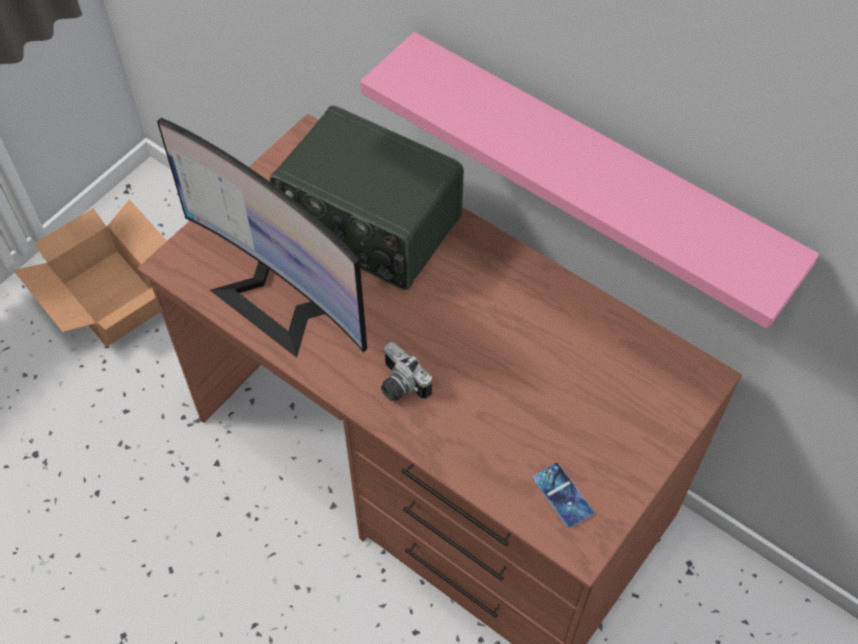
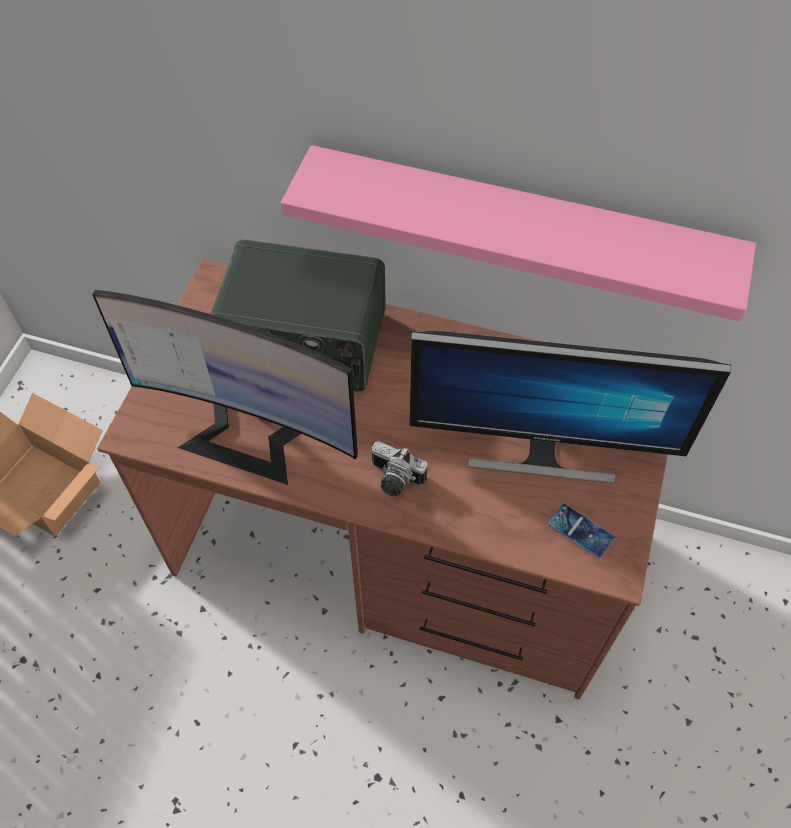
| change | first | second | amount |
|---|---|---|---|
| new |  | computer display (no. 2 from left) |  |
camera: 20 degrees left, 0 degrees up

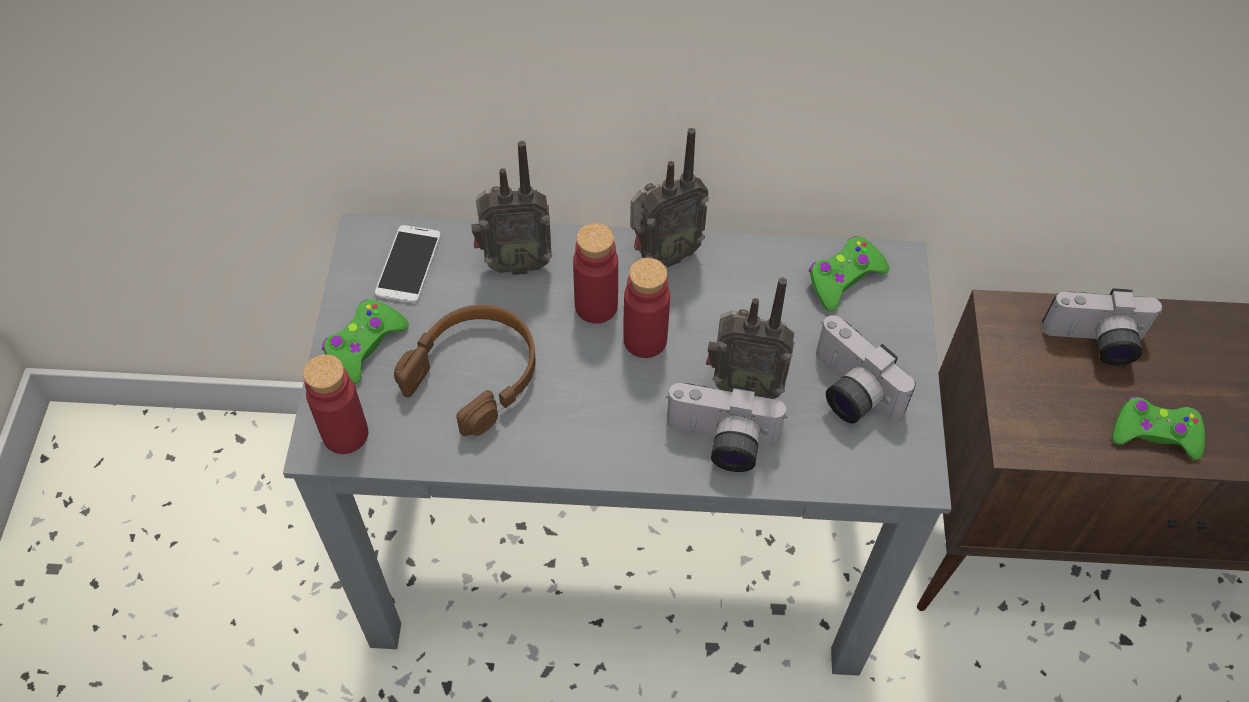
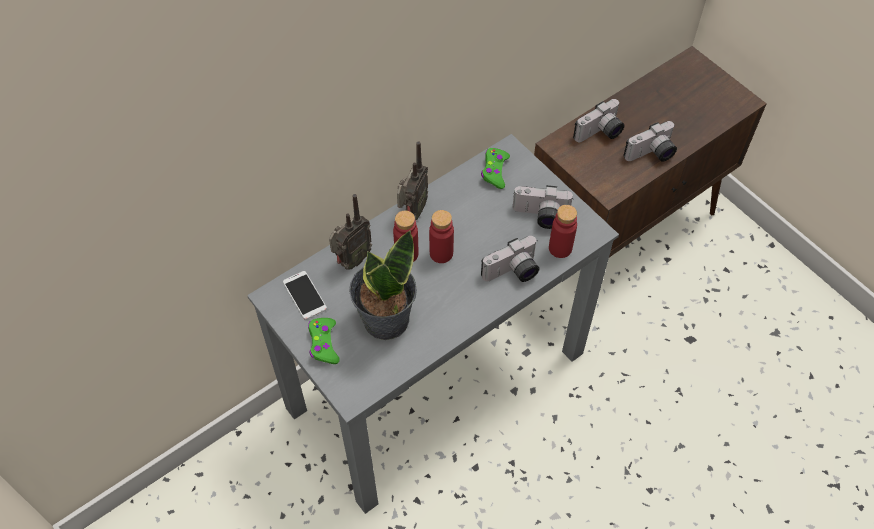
| change | first | second | amount |
|---|---|---|---|
| swapped | headphones/brownish | plant in a pot |  |
| shifted | drink bottle/red (no. 1 from left in the first image) | drink bottle/red (no. 3 from left) |  |
| swapped | gamepad/green (no. 3 from left) | photo camera (no. 4 from left) |  |
| gone | radio set (no. 3 from left) |  |  |
camera: 40 degrees left, 0 degrees up

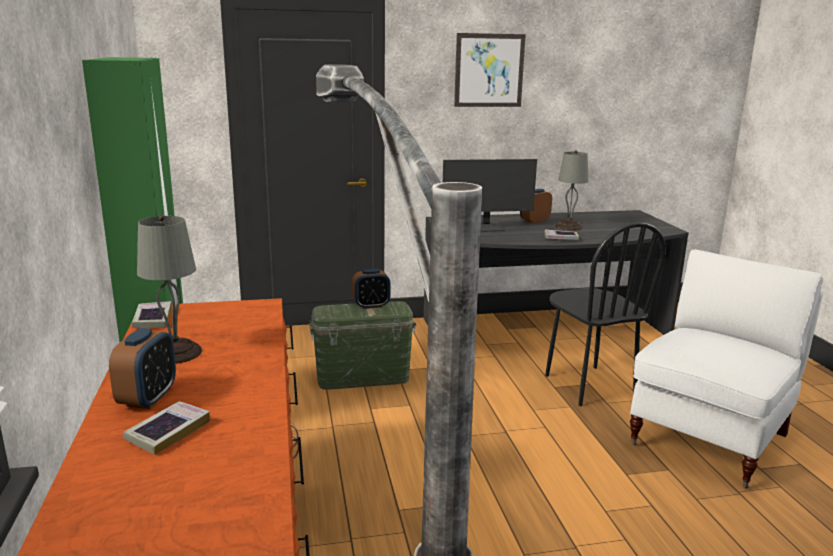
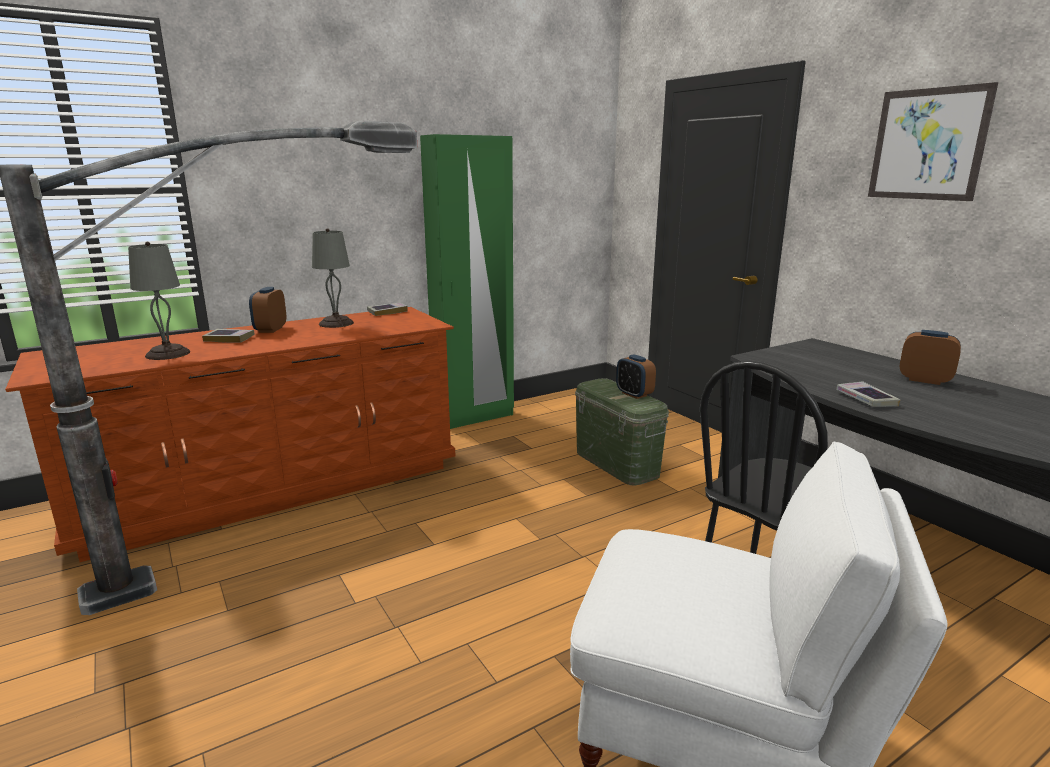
| change | first | second | amount |
|---|---|---|---|
| shifted | table lamp/greyish (no. 2 from left in the first image) | table lamp/greyish (no. 1 from left) |  |
| rotated | table clock (no. 1 from left) |  | 105 degrees clockwise |
| gone | computer display |  |  |
camera: 70 degrees right, 0 degrees up

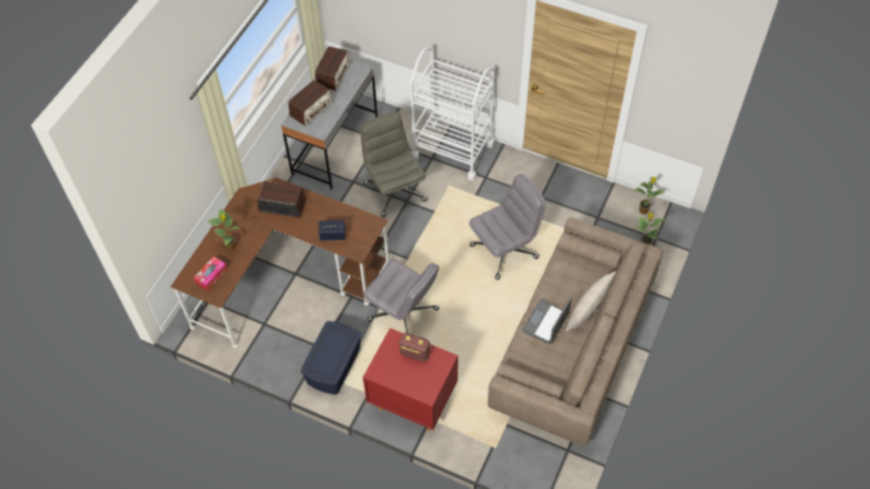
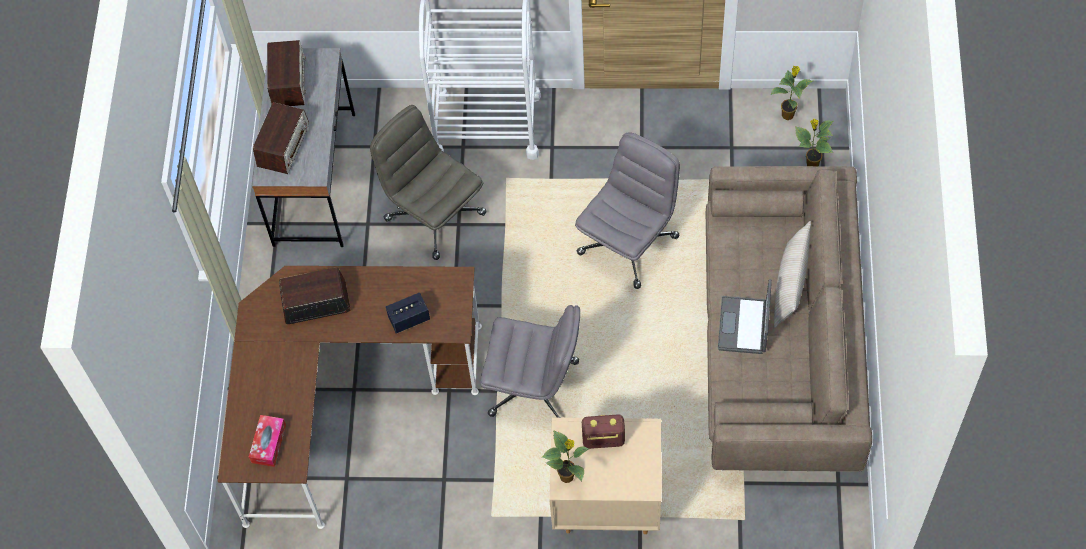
| change | first | second | amount |
|---|---|---|---|
| shifted | plant in a pot (no. 1 from left) |  |  |
| repainted | nightstand/red | nightstand/sand-coloured |  |
| gone | storage bin/blue-coloured |  |  |
camera: 20 degrees left, 5 degrees up

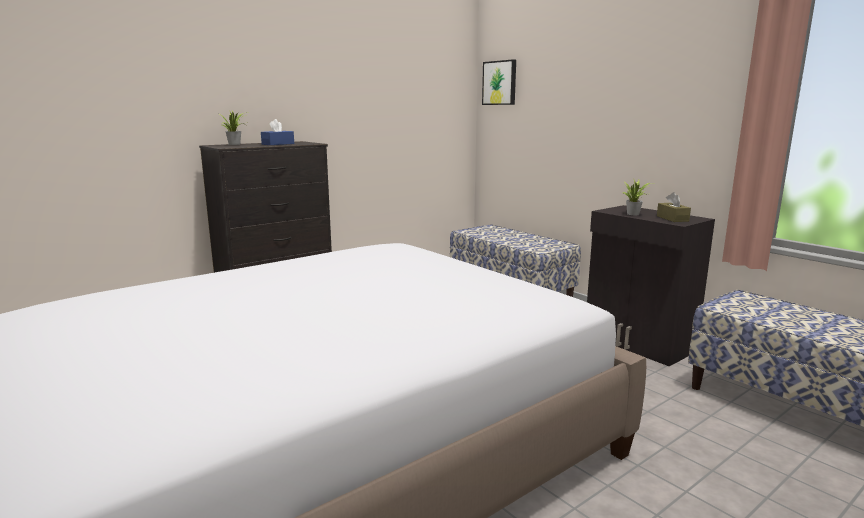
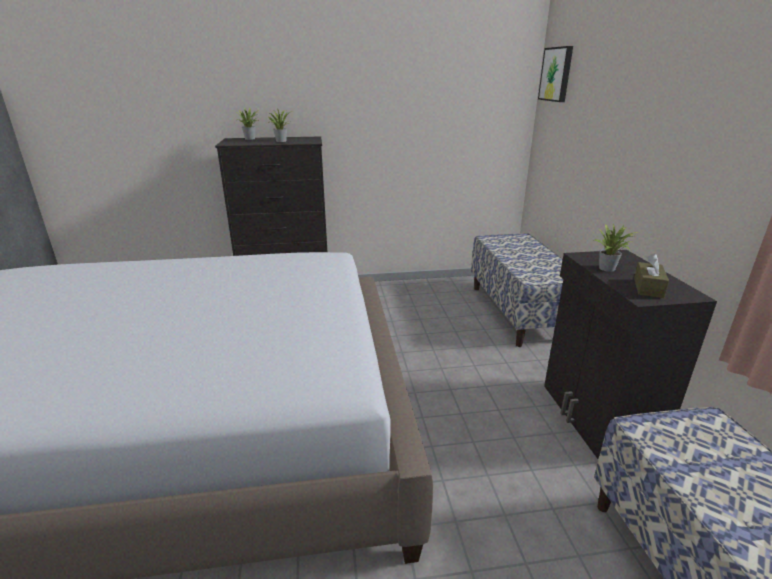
| change | first | second | amount |
|---|---|---|---|
| swapped | tissue holder/blue-coloured | plant in a pot (no. 2 from left) |  |
camera: 30 degrees right, 10 degrees up

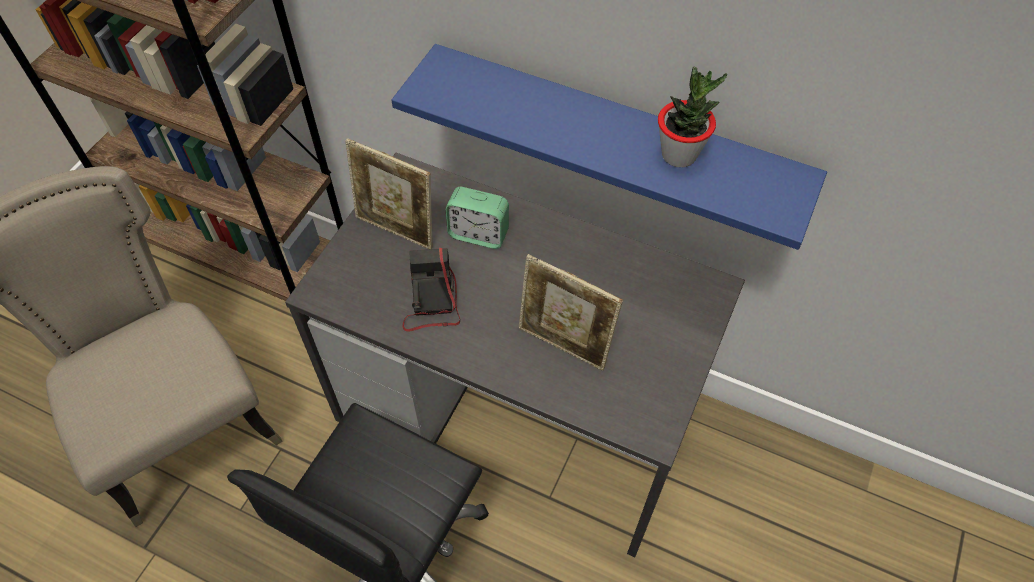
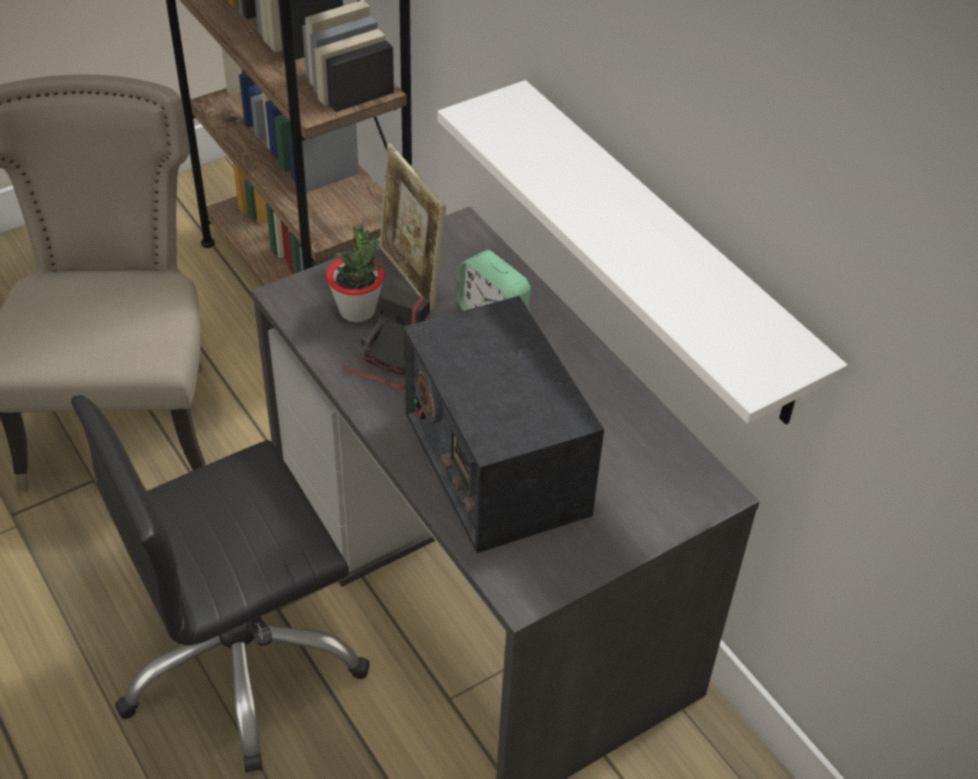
| change | first | second | amount |
|---|---|---|---|
| shifted | plant in a pot |  |  |
| swapped | picture frame (no. 2 from left) | radio set |  |
| repainted | shelf/blue-coloured | shelf/white-coloured |  |
camera: 30 degrees right, 10 degrees down

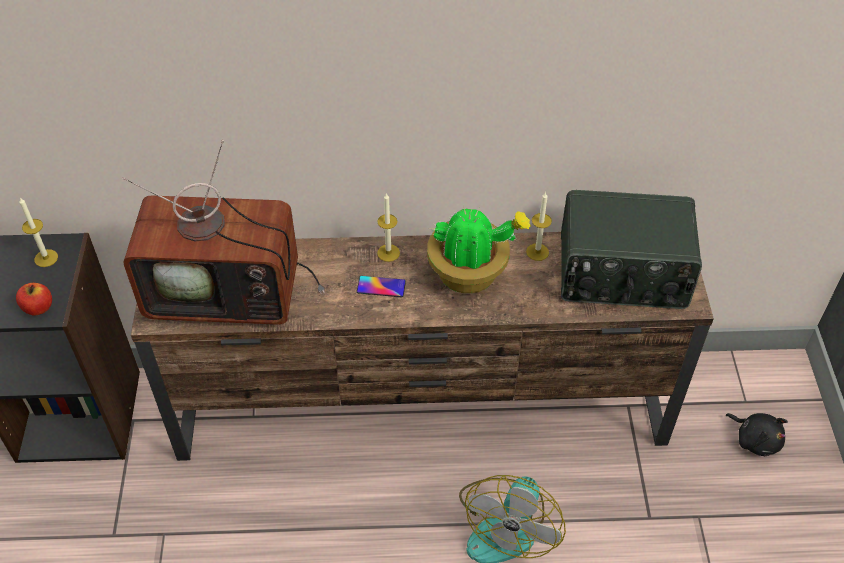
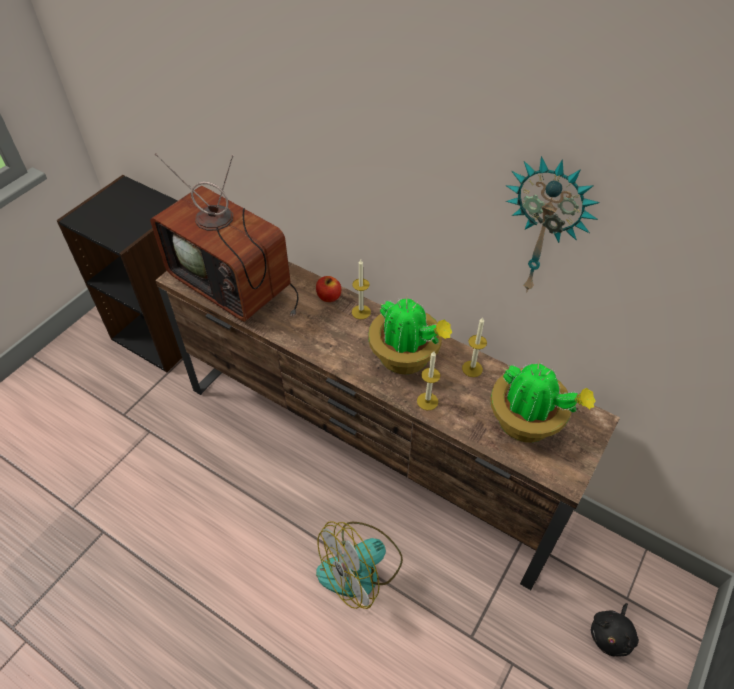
| change | first | second | amount |
|---|---|---|---|
| shifted | whole apple |  |  |
| shifted | wax light (no. 1 from left in the first image) | wax light (no. 2 from left) |  |
| swapped | radio set | plant in a pot (no. 2 from left) |  |
| new |  | clock on the wall |  |
| rotated | cuddly toy/black-coloured |  | 45 degrees clockwise |
| gone | phone |  |  |
camera: 35 degrees right, 0 degrees up

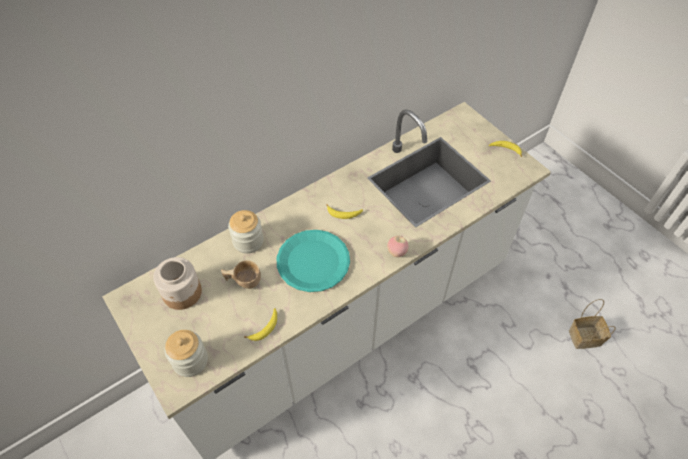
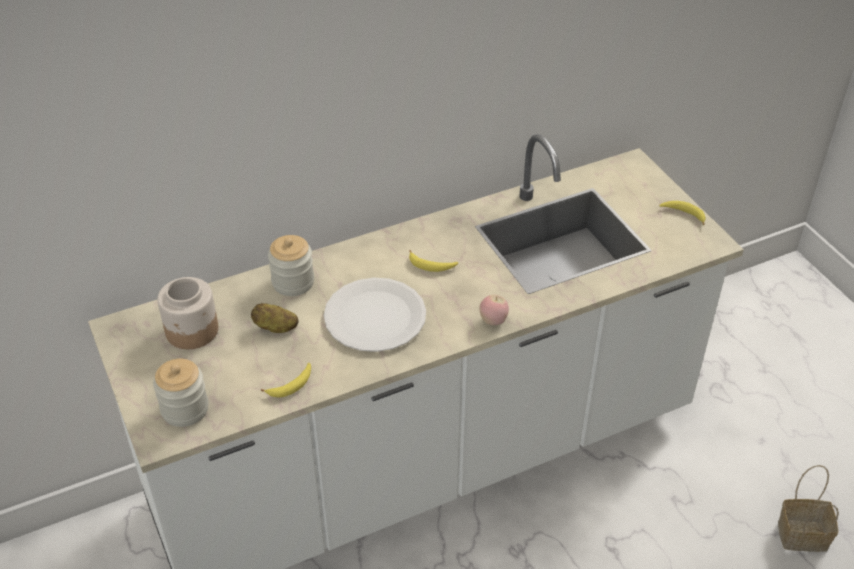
| change | first | second | amount |
|---|---|---|---|
| swapped | drinking cup/sand-coloured | whole potato |  |
| repainted | plate/blue-green | plate/white-coloured |  |
camera: 10 degrees right, 10 degrees down

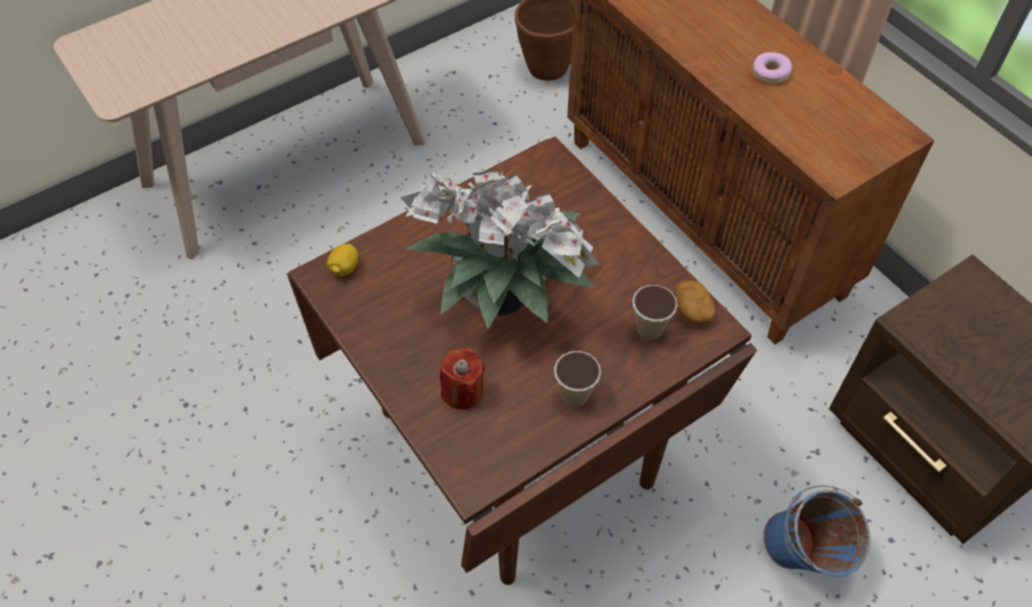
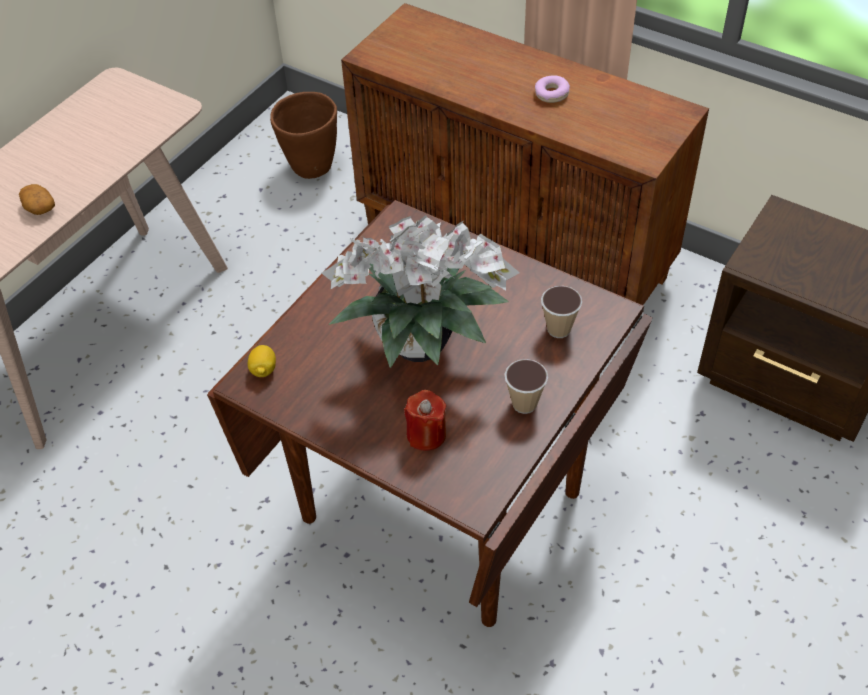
| change | first | second | amount |
|---|---|---|---|
| shifted | whole potato |  |  |
| gone | water bucket/blue-coloured |  |  |
camera: 20 degrees left, 5 degrees down

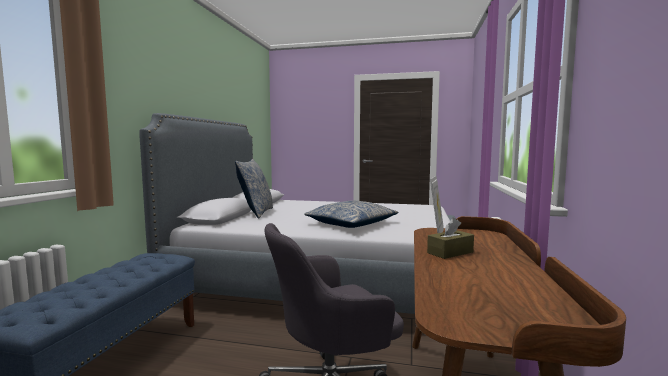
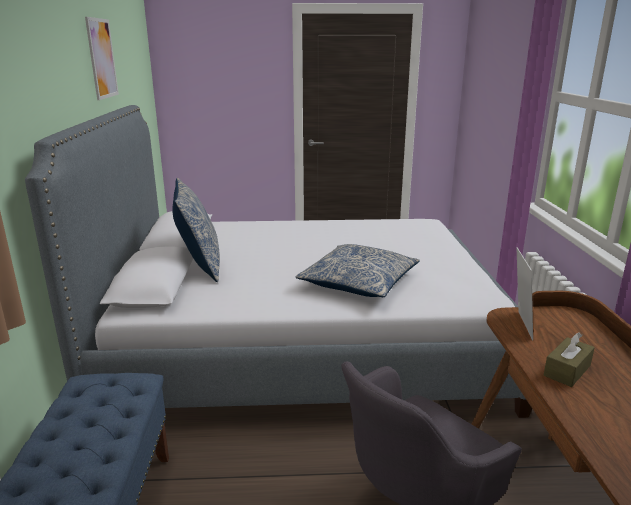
| change | first | second | amount |
|---|---|---|---|
| new |  | wall picture |  |
camera: 15 degrees left, 15 degrees up

